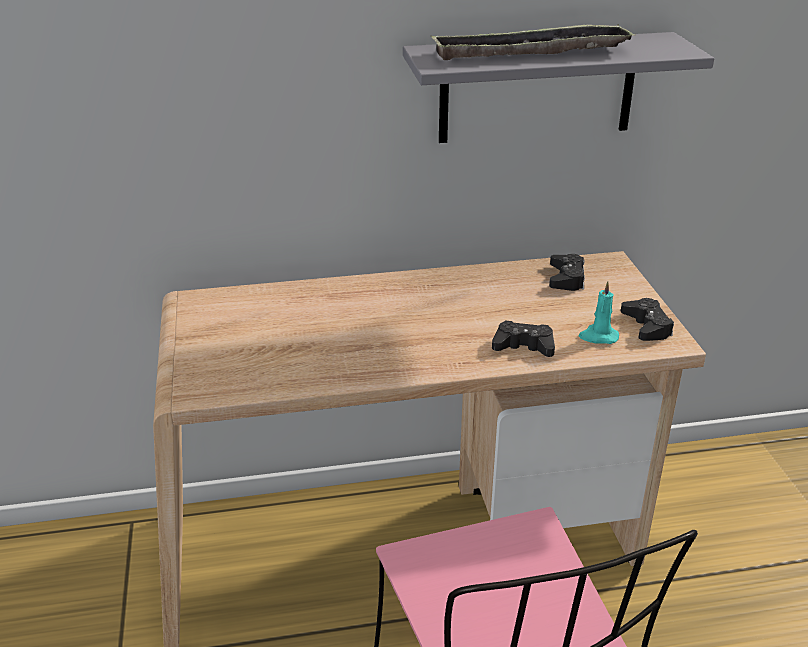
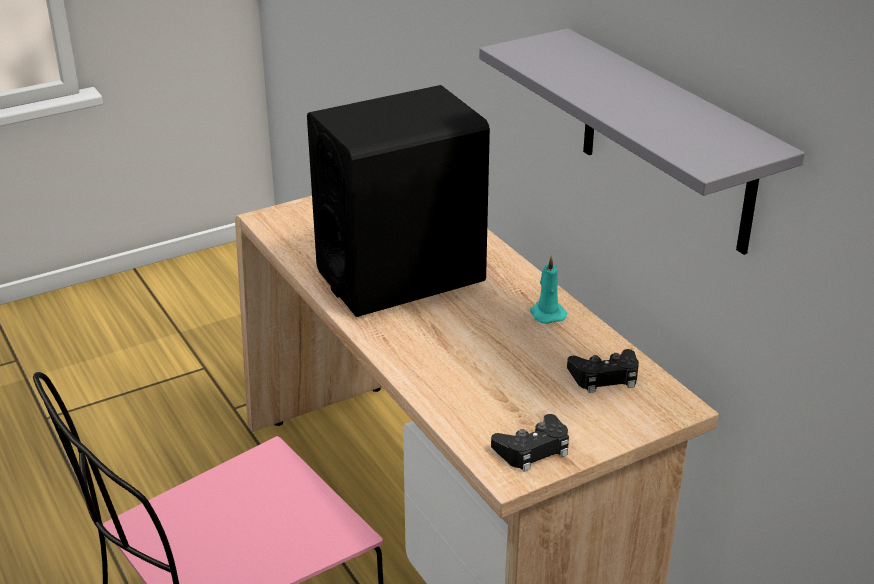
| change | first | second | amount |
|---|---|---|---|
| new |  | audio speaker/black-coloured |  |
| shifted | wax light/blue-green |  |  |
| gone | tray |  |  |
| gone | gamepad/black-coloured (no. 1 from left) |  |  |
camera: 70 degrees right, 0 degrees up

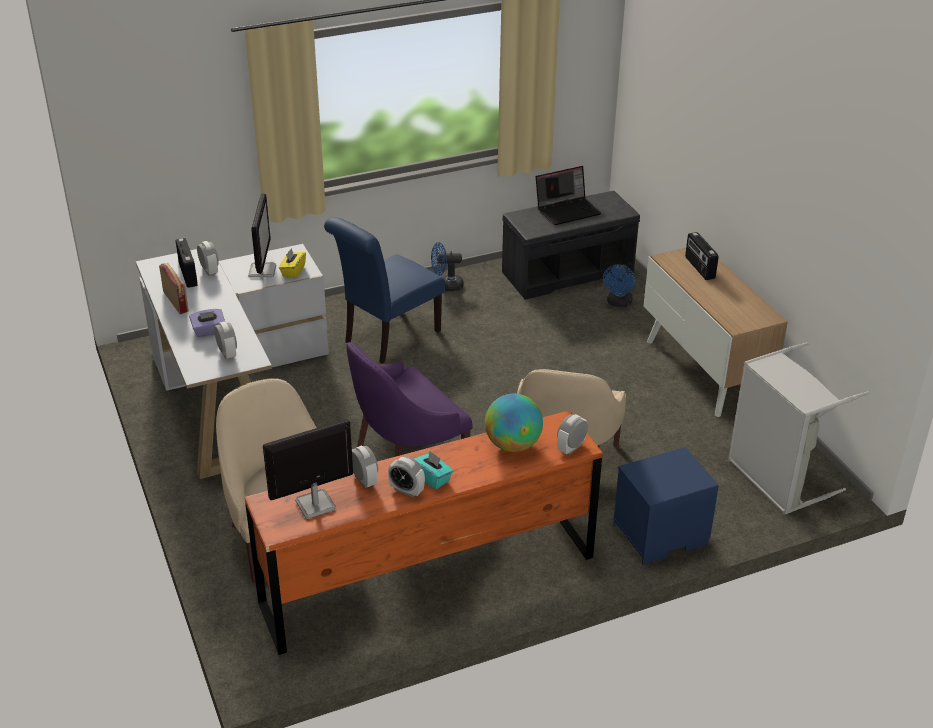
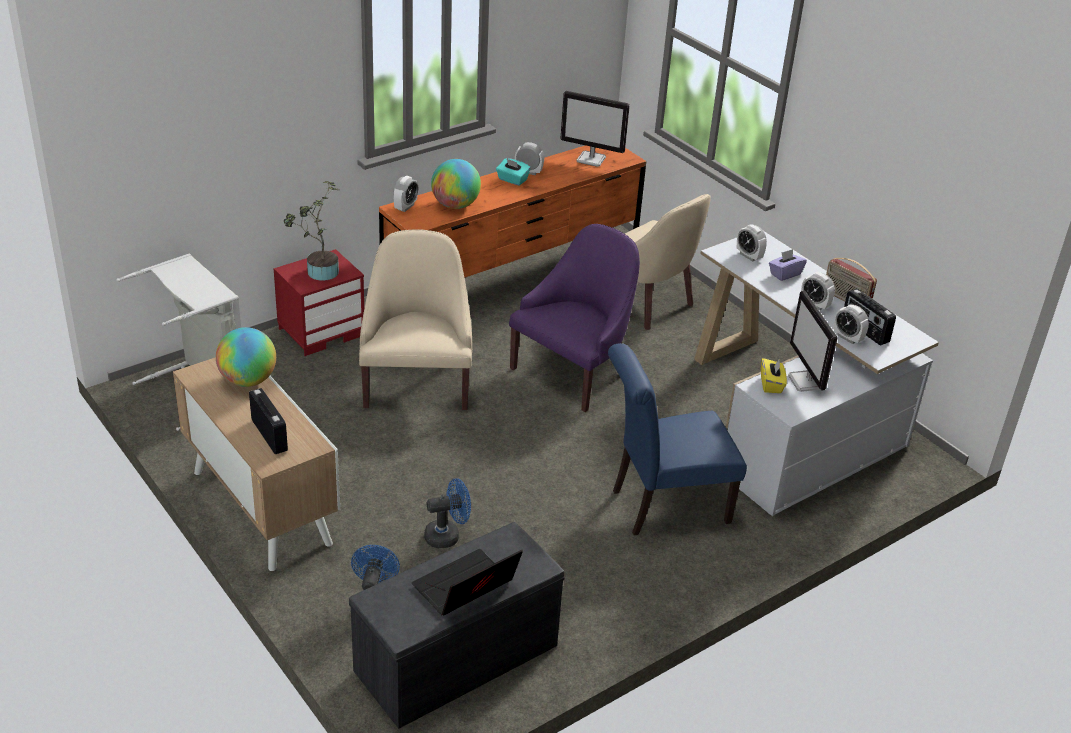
| change | first | second | amount |
|---|---|---|---|
| new |  | world globe (no. 1 from left) |  |
| repainted | nightstand/blue-coloured | nightstand/red |  |
| new |  | plant in a pot |  |
| shifted | electric fan/blue-coloured (no. 1 from left in the first image) | electric fan/blue-coloured (no. 2 from left) |  |
| rotated | computer display (no. 2 from left in the first image) | computer display (no. 1 from left) | 60 degrees clockwise |
| rotated | chair/blue-coloured |  | 135 degrees counterclockwise |
| shifted | table clock (no. 3 from left in the first image) | table clock (no. 4 from left) |  |
camera: 165 degrees right, 0 degrees up

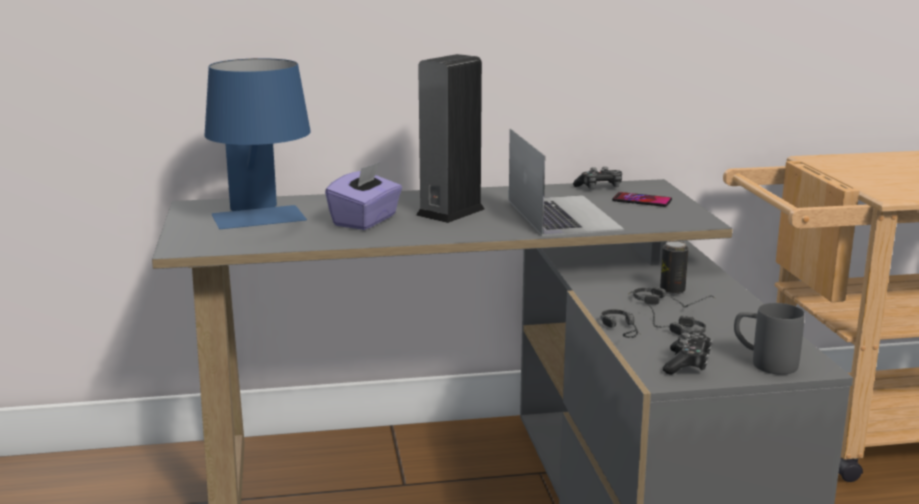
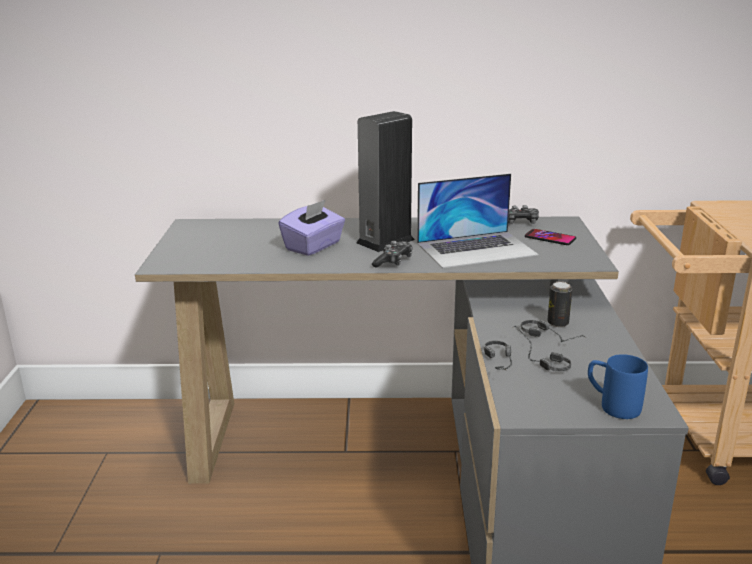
| change | first | second | amount |
|---|---|---|---|
| shifted | gamepad (no. 2 from left in the first image) | gamepad (no. 1 from left) |  |
| rotated | laptop |  | 75 degrees clockwise |
| repainted | tea mug/greyish | tea mug/blue-coloured |  |
| gone | table lamp/blue-coloured |  |  |
camera: 10 degrees right, 5 degrees up

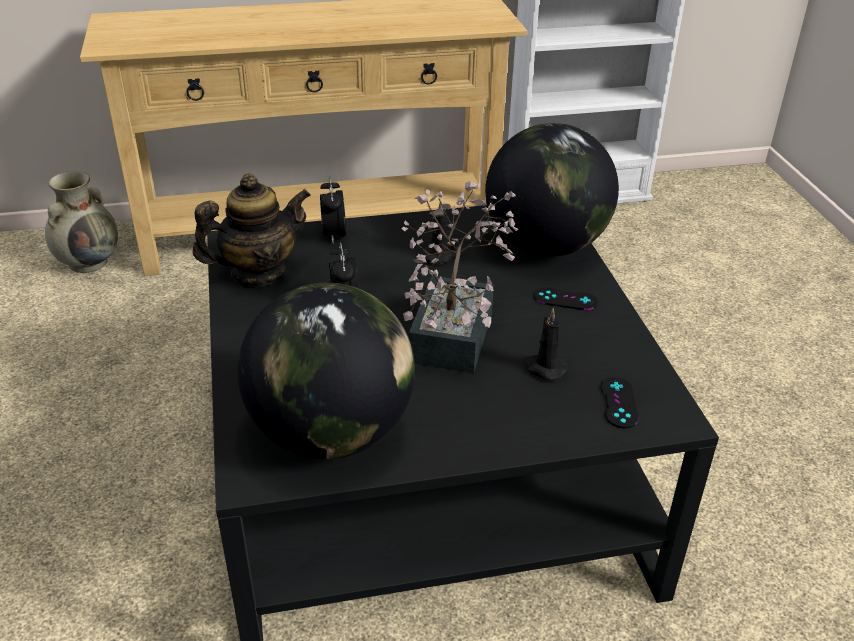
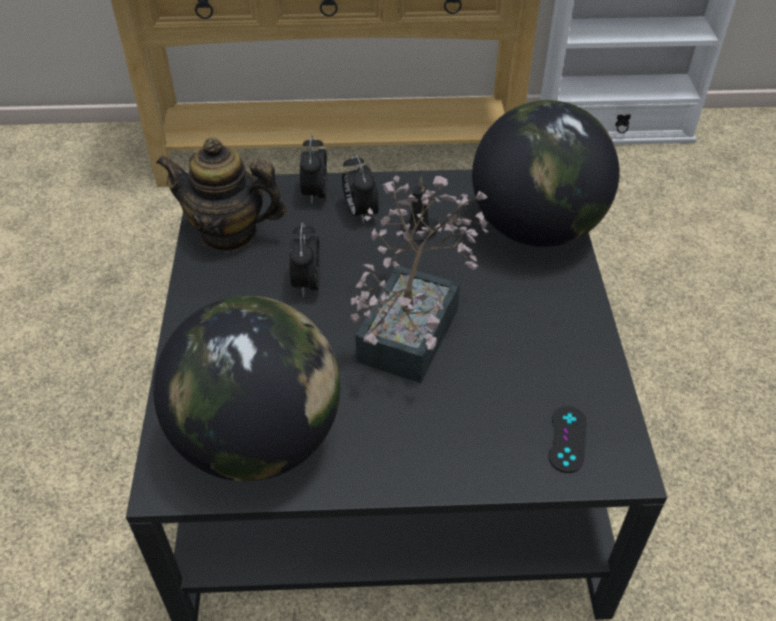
| change | first | second | amount |
|---|---|---|---|
| rotated | teapot |  | 150 degrees counterclockwise |
| new |  | table clock (no. 3 from left) |  |
| gone | flower vase/sand-coloured |  |  |
| gone | wax light/black-coloured (no. 2 from left) |  |  |
| gone | gamepad/black-coloured (no. 1 from left) |  |  |
camera: 10 degrees right, 10 degrees up

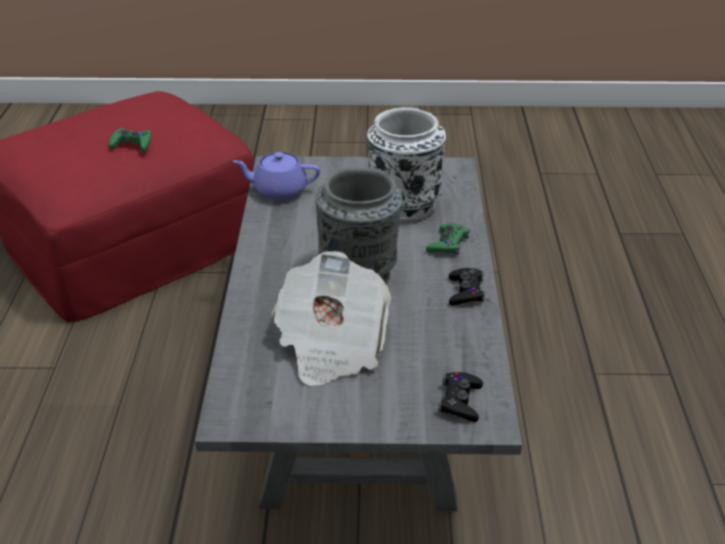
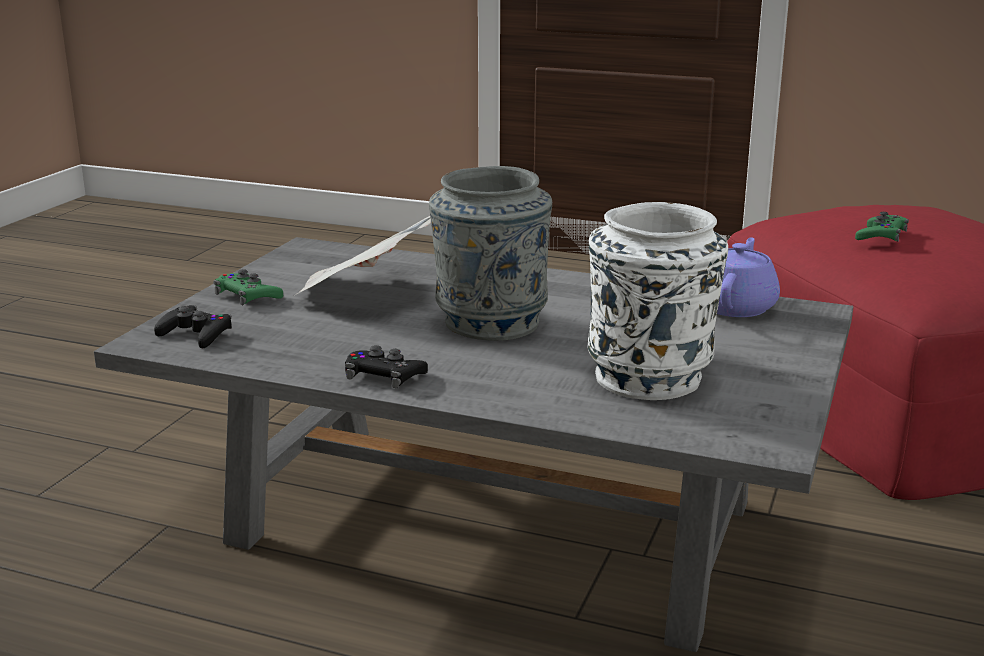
| change | first | second | amount |
|---|---|---|---|
| shifted | gamepad/green (no. 2 from left in the first image) | gamepad/green (no. 1 from left) |  |
camera: 110 degrees right, 15 degrees down

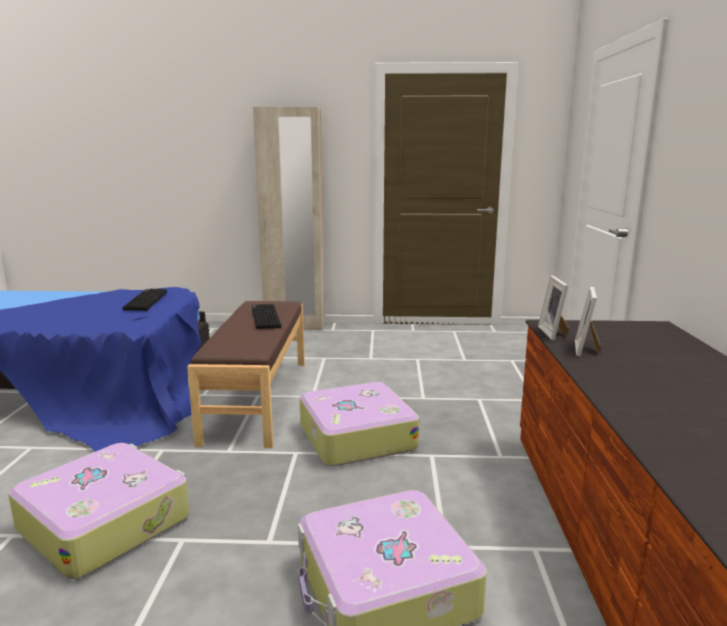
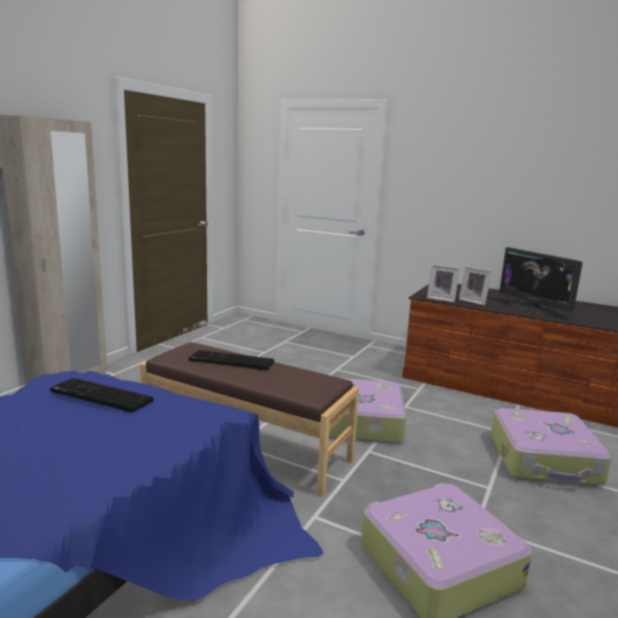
| change | first | second | amount |
|---|---|---|---|
| new |  | computer display |  |
camera: 65 degrees left, 0 degrees up

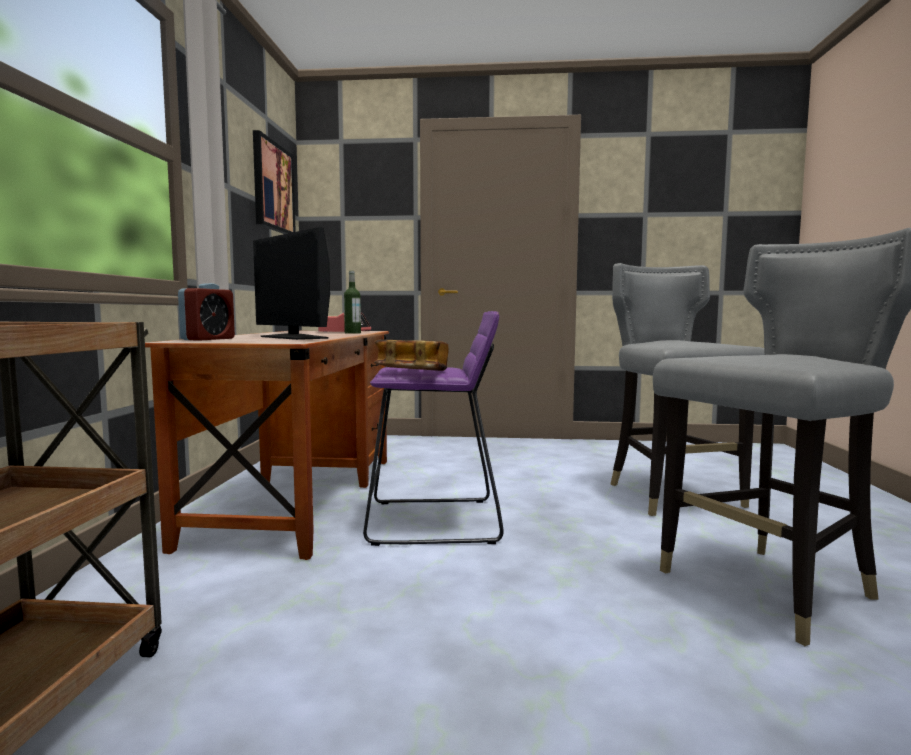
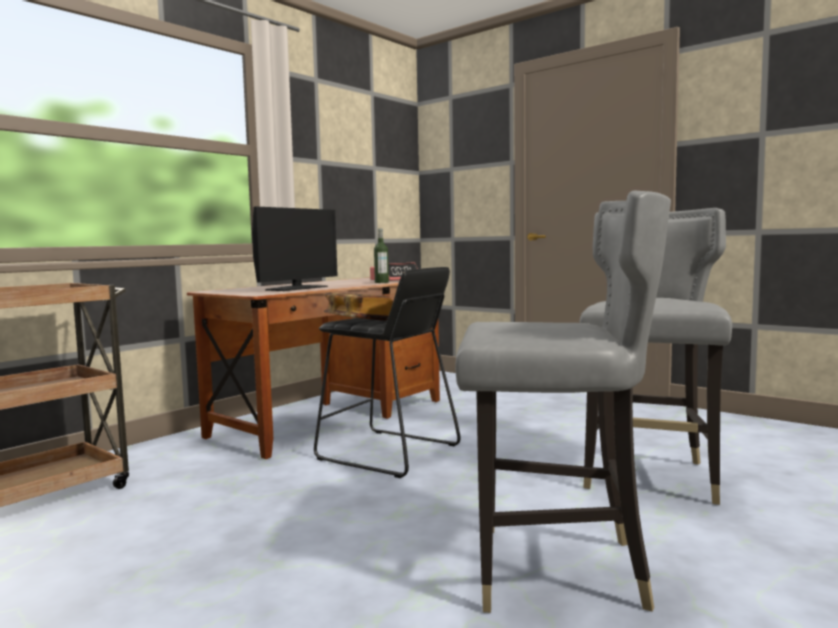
| change | first | second | amount |
|---|---|---|---|
| rotated | computer display |  | 135 degrees counterclockwise |
| repainted | stool/purple-coloured | stool/black-coloured |  |
| gone | table clock (no. 1 from left) |  |  |
| gone | wall picture |  |  |
camera: 35 degrees right, 0 degrees up

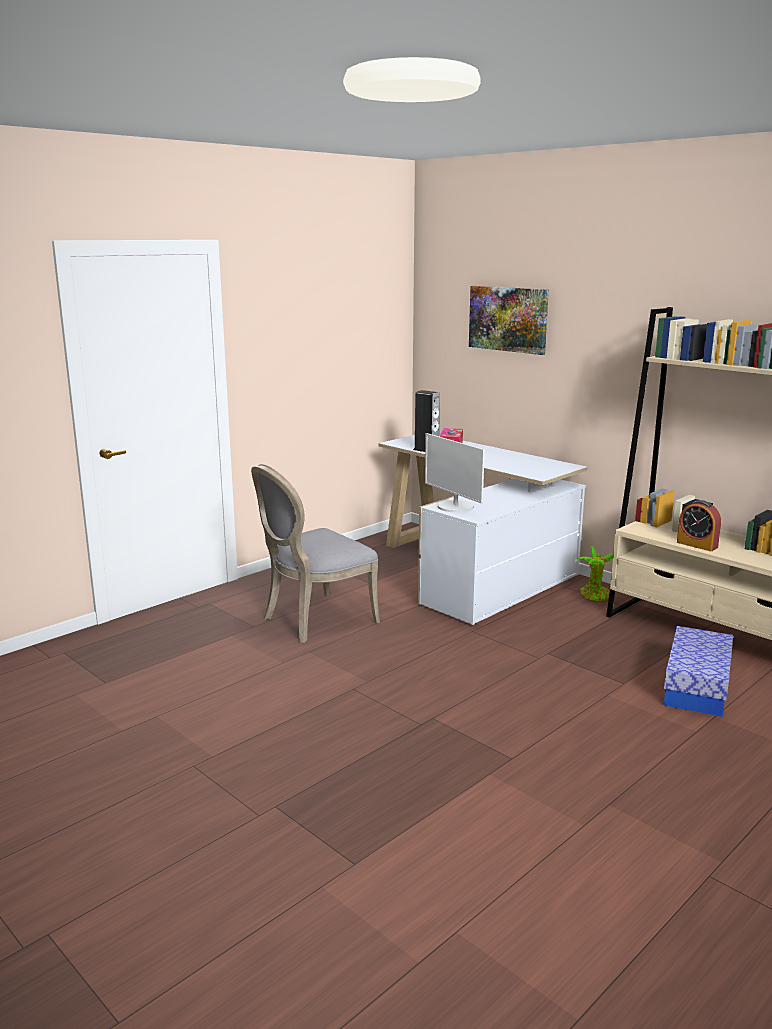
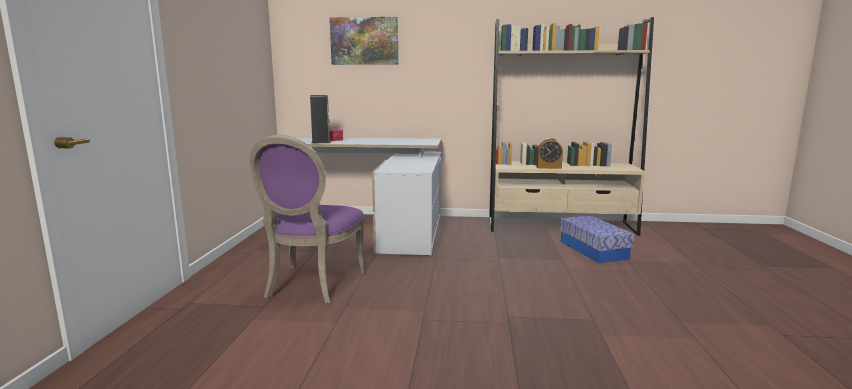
| change | first | second | amount |
|---|---|---|---|
| repainted | chair/greyish | chair/purple-coloured |  |
| gone | computer display |  |  |
| gone | plant in a pot |  |  |
camera: 40 degrees left, 5 degrees down

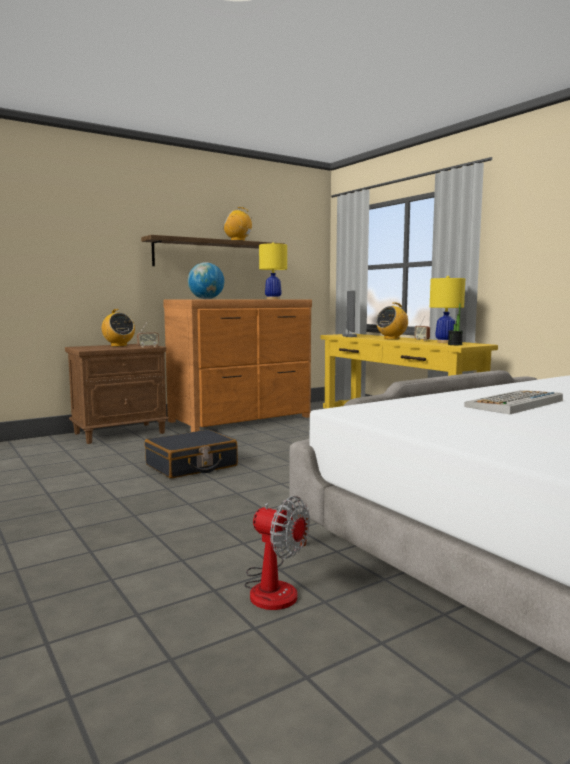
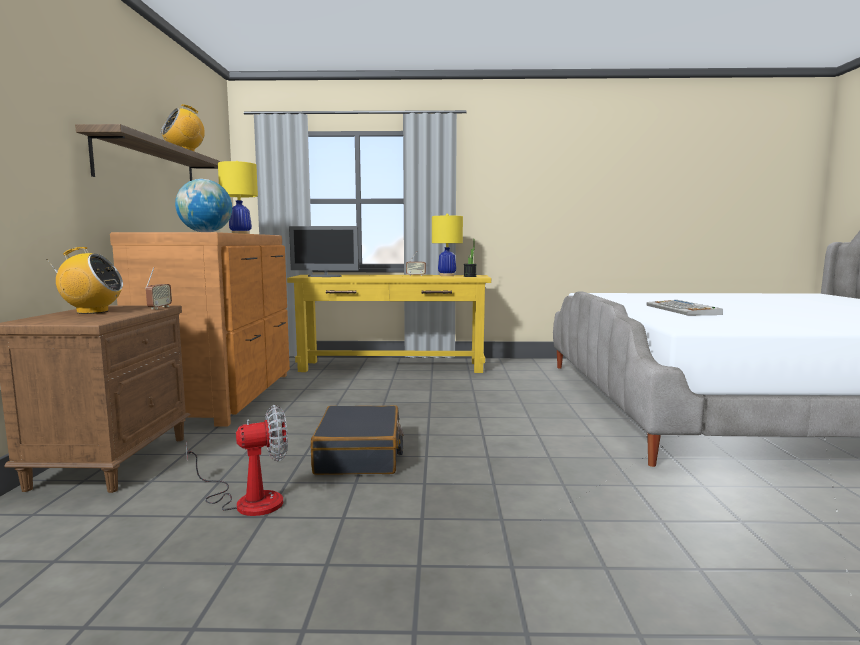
| change | first | second | amount |
|---|---|---|---|
| shifted | electric fan |  |  |
| rotated | computer display |  | 150 degrees clockwise |
| gone | radio set (no. 4 from left) |  |  |
camera: 55 degrees left, 0 degrees up

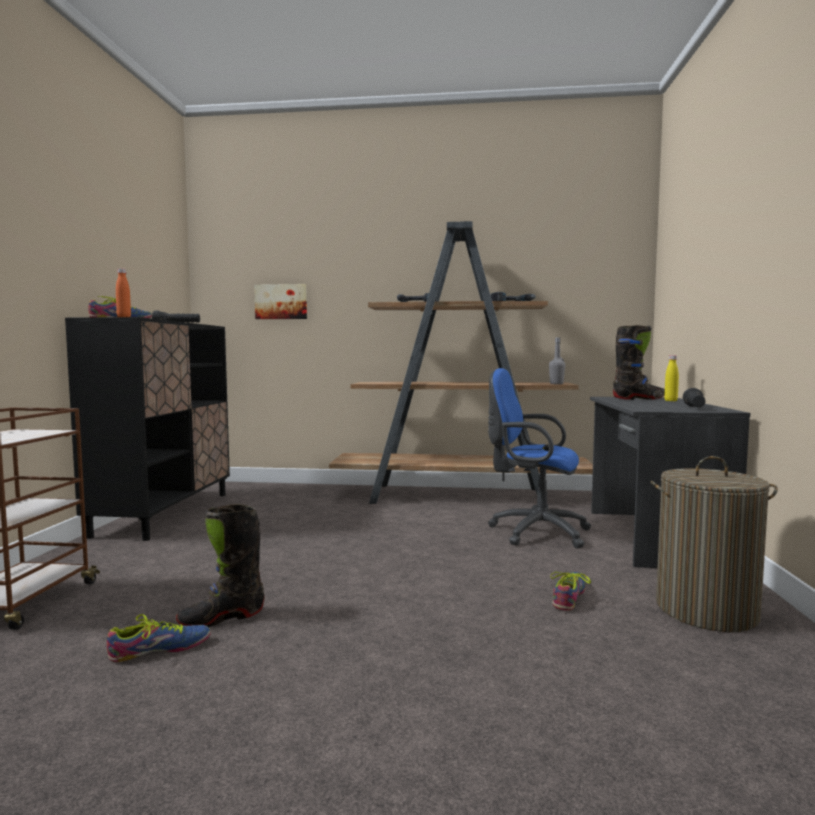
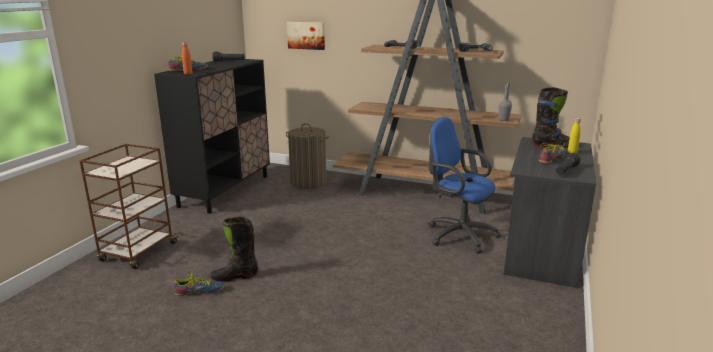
| change | first | second | amount |
|---|---|---|---|
| shifted | hamper |  |  |
| shifted | low shoe (no. 3 from left) |  |  |
camera: 15 degrees right, 15 degrees up

